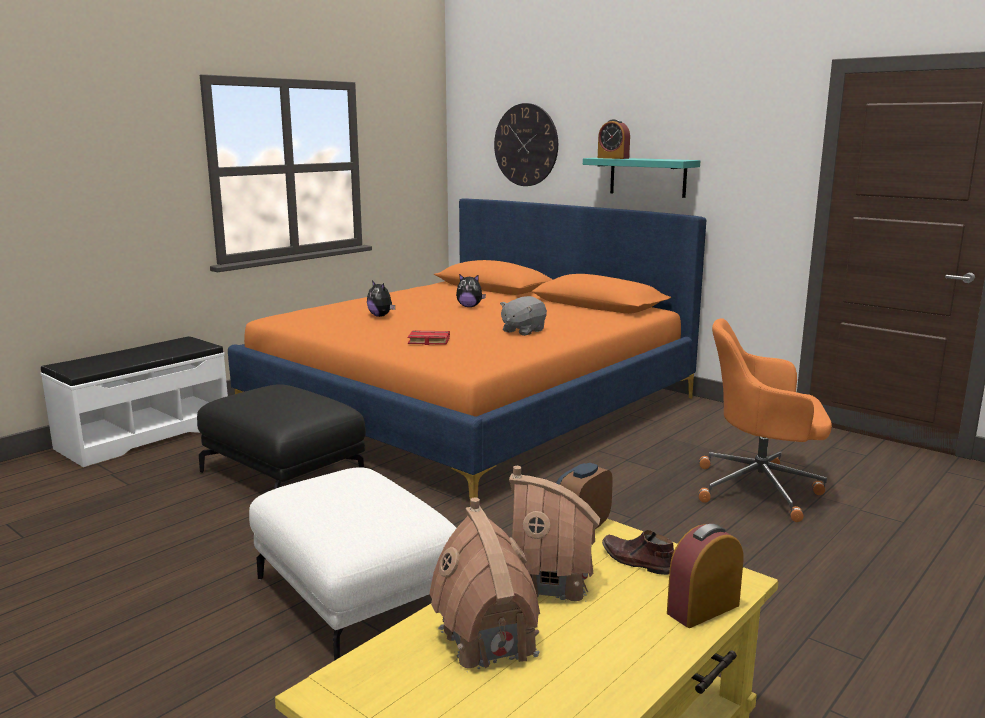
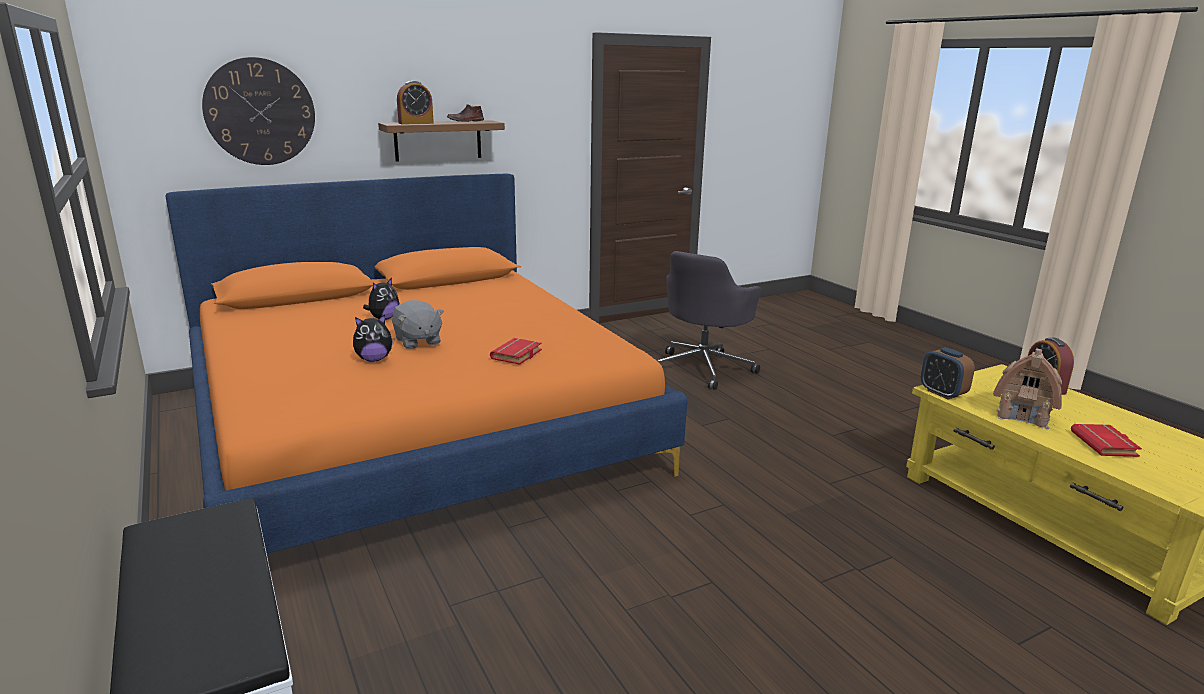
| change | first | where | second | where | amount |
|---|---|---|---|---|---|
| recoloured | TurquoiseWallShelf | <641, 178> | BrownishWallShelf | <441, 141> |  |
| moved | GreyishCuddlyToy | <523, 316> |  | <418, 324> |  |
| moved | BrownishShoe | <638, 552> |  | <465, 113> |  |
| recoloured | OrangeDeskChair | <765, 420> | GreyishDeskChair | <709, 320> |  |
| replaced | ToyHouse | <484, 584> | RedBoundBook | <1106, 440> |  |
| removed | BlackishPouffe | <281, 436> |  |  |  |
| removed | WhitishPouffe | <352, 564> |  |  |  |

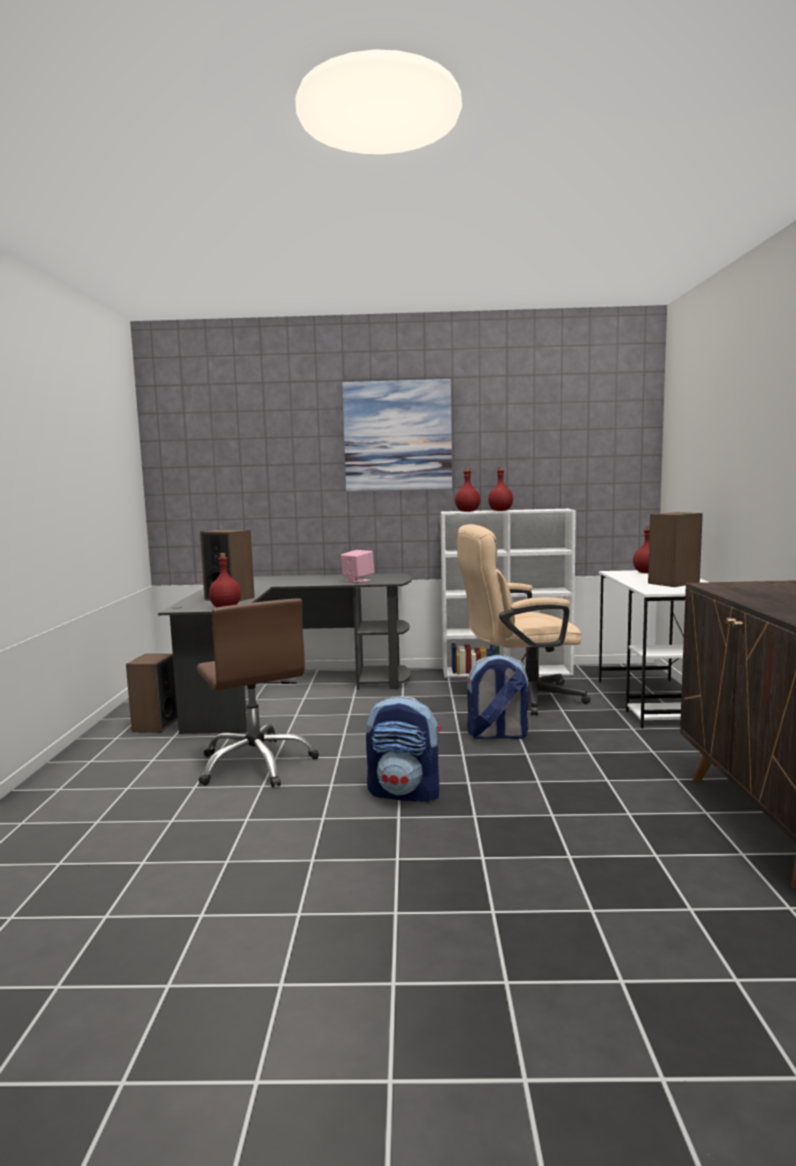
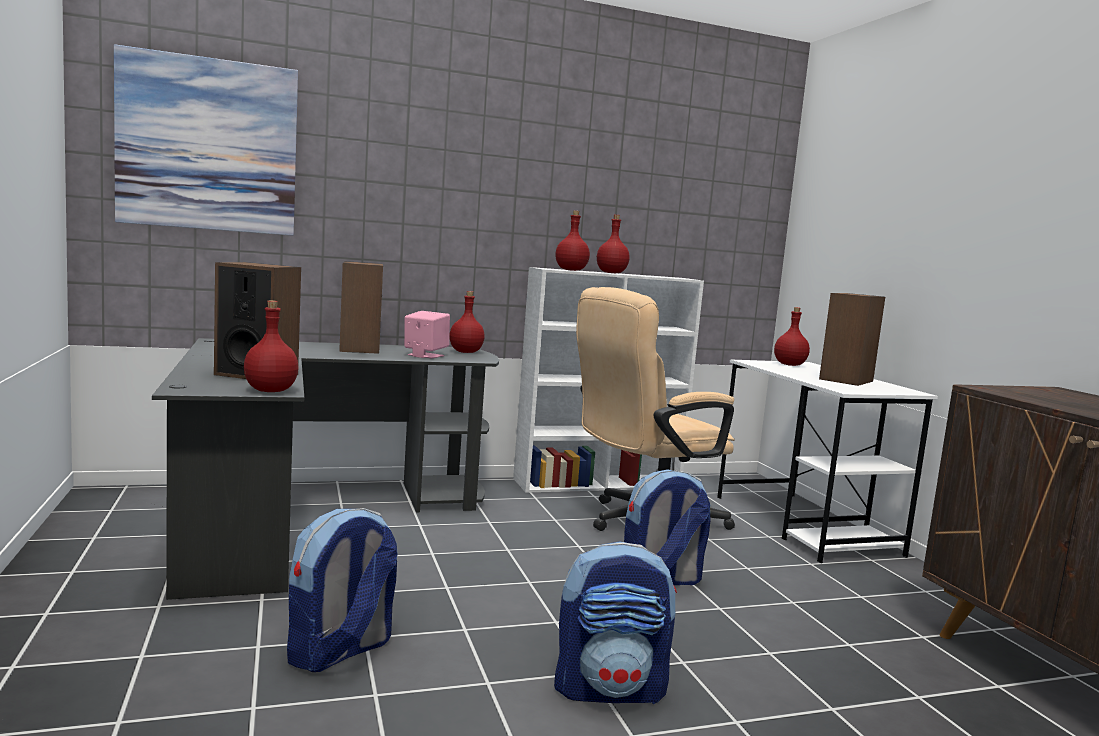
| change | first | where | second | where | amount |
|---|---|---|---|---|---|
| moved | Picture | <397, 435> |  | <206, 140> |  |
| replaced | BrownishDeskChair | <258, 692> | Backpack | <342, 590> |  |
| moved | Speaker | <152, 693> |  | <361, 307> |  |
| added |  |  | RedDrinkBottle | <467, 322> |  |

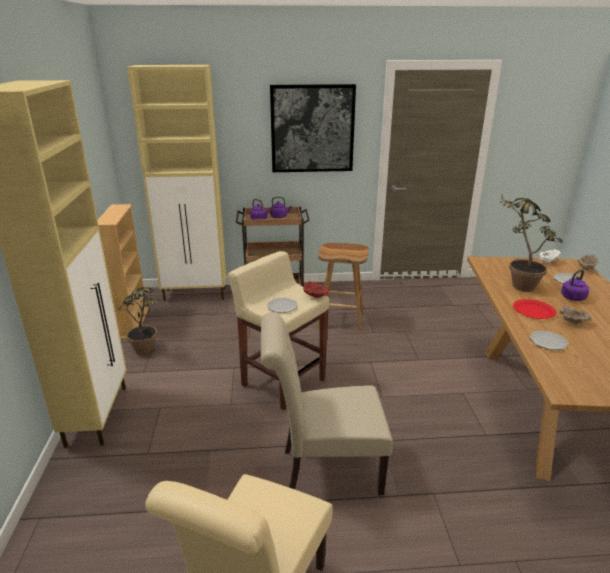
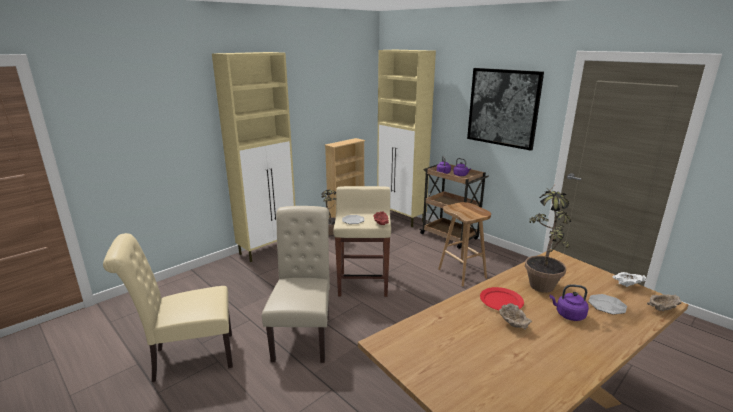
| change | first | where | second | where | amount |
|---|---|---|---|---|---|
| turned | BeigeChair | <327, 404> |  | <296, 284> | 45 degrees clockwise |
| removed | FlatDish | <549, 340> |  |  |  |

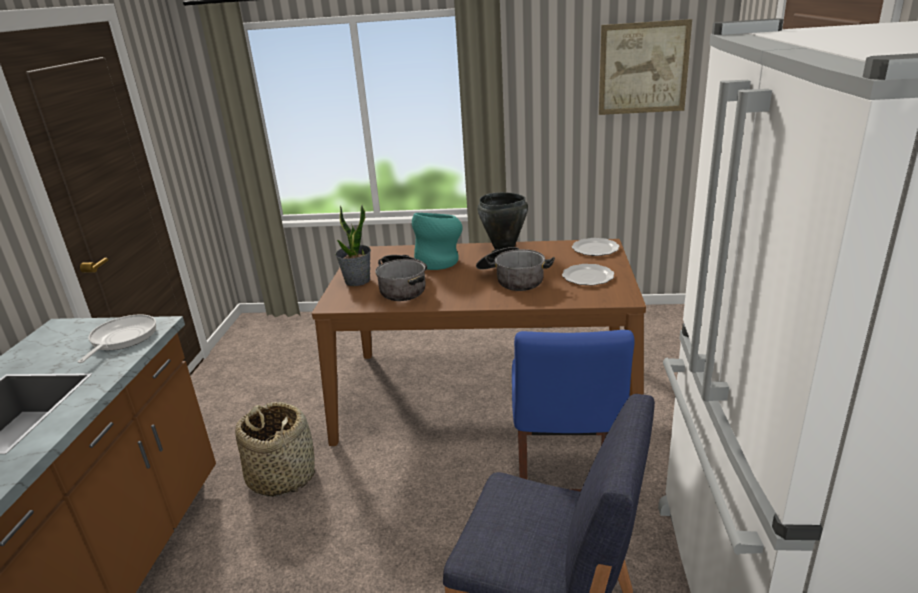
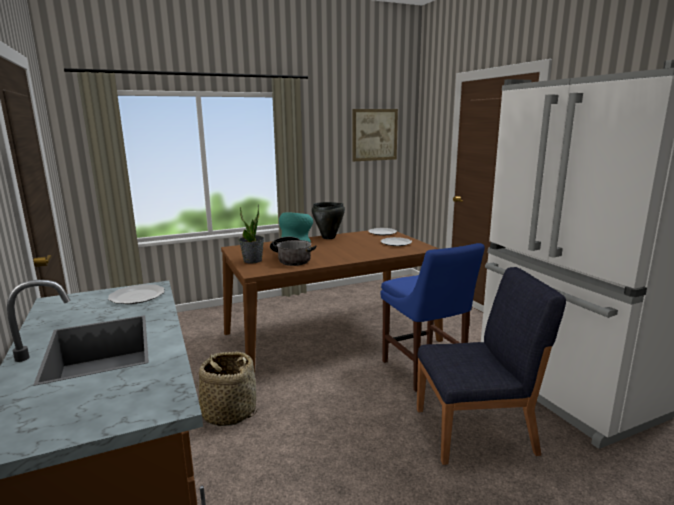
| change | first | where | second | where | amount |
|---|---|---|---|---|---|
| replaced | FryingPan | <117, 338> | FlatDish | <136, 294> |  |
| removed | Stockpot | <515, 269> |  |  |  |

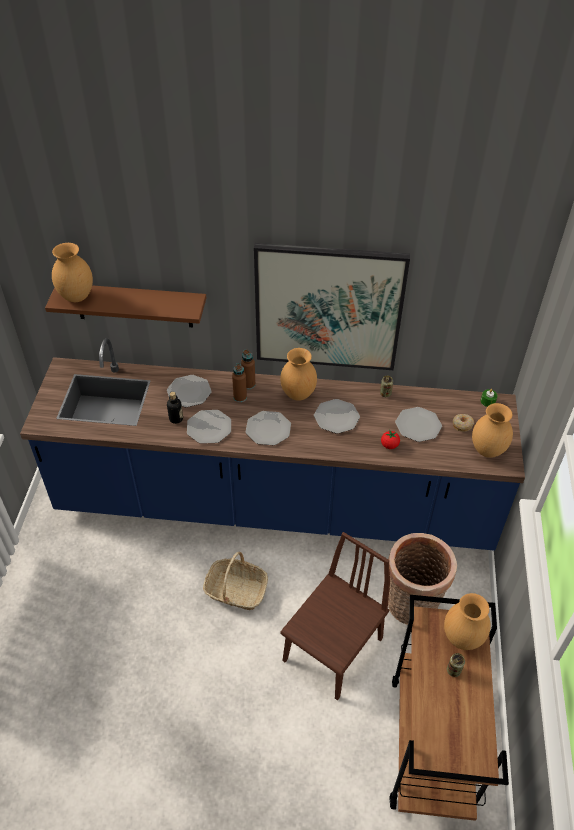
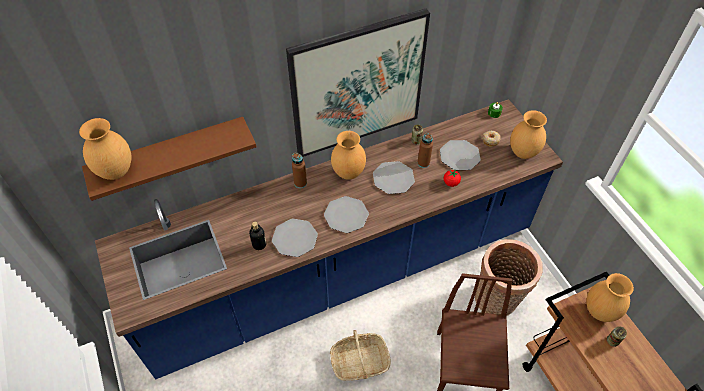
| change | first | where | second | where | amount |
|---|---|---|---|---|---|
| moved | BrownishDrinkBottle | <239, 382> |  | <425, 150> |  |
| removed | FlatDish | <189, 391> |  |  |  |

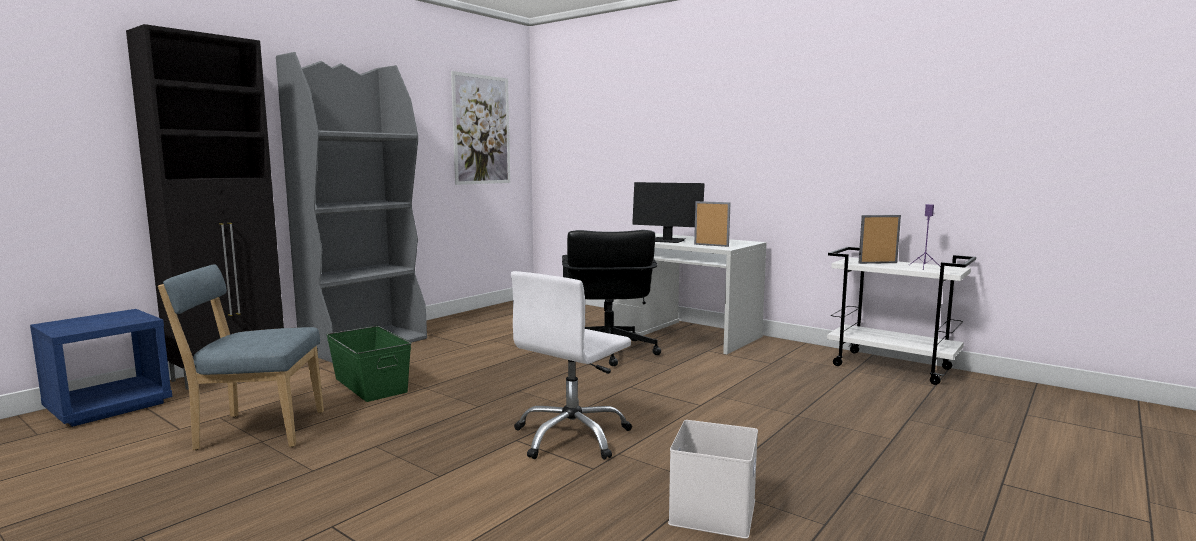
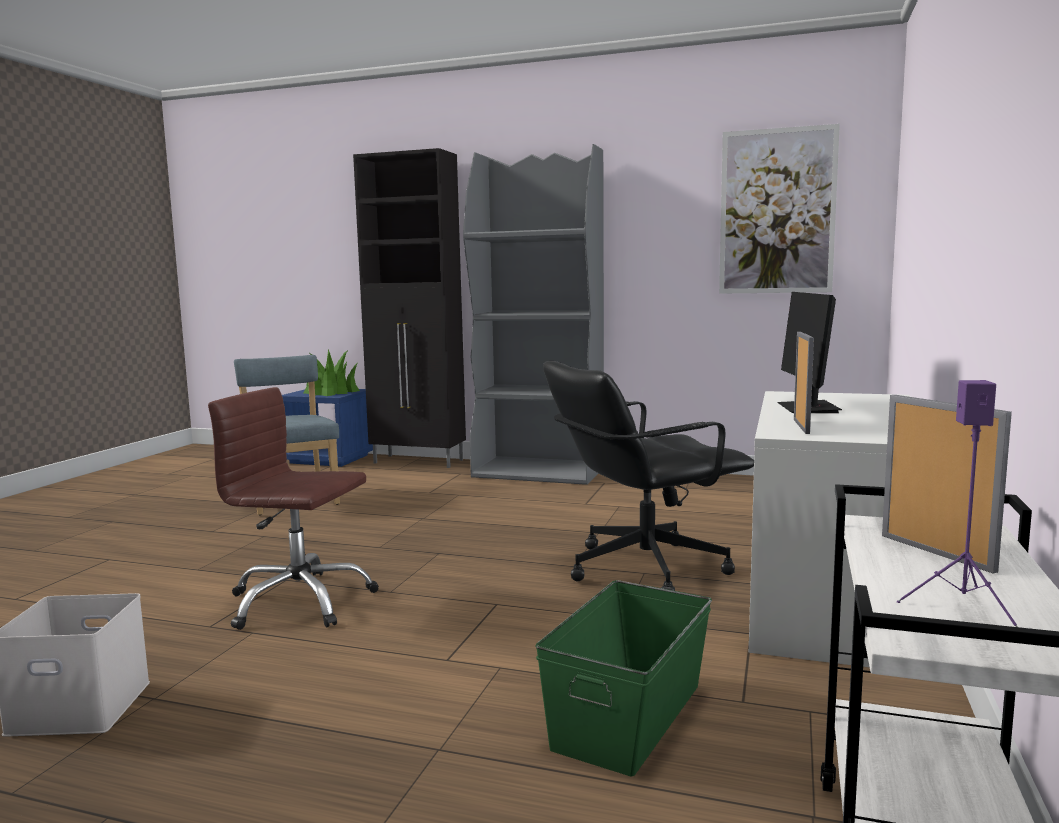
| change | first | where | second | where | amount |
|---|---|---|---|---|---|
| recoloured | WhitishDeskChair | <571, 365> | BrownishDeskChair | <293, 508> |  |
| added |  |  | PlantInAPot | <331, 372> |  |
| moved | GreenishStorageContainer | <368, 364> |  | <624, 678> |  |

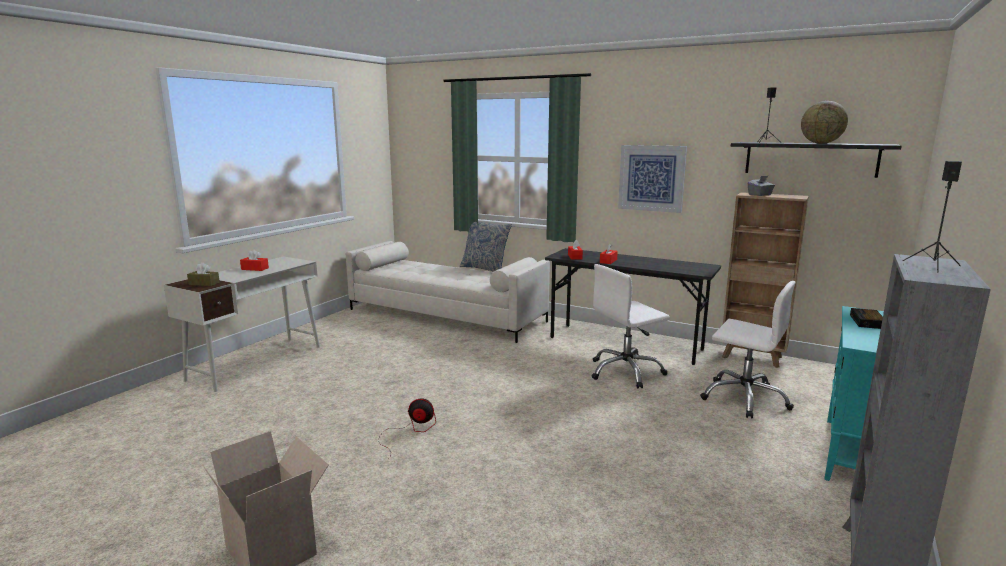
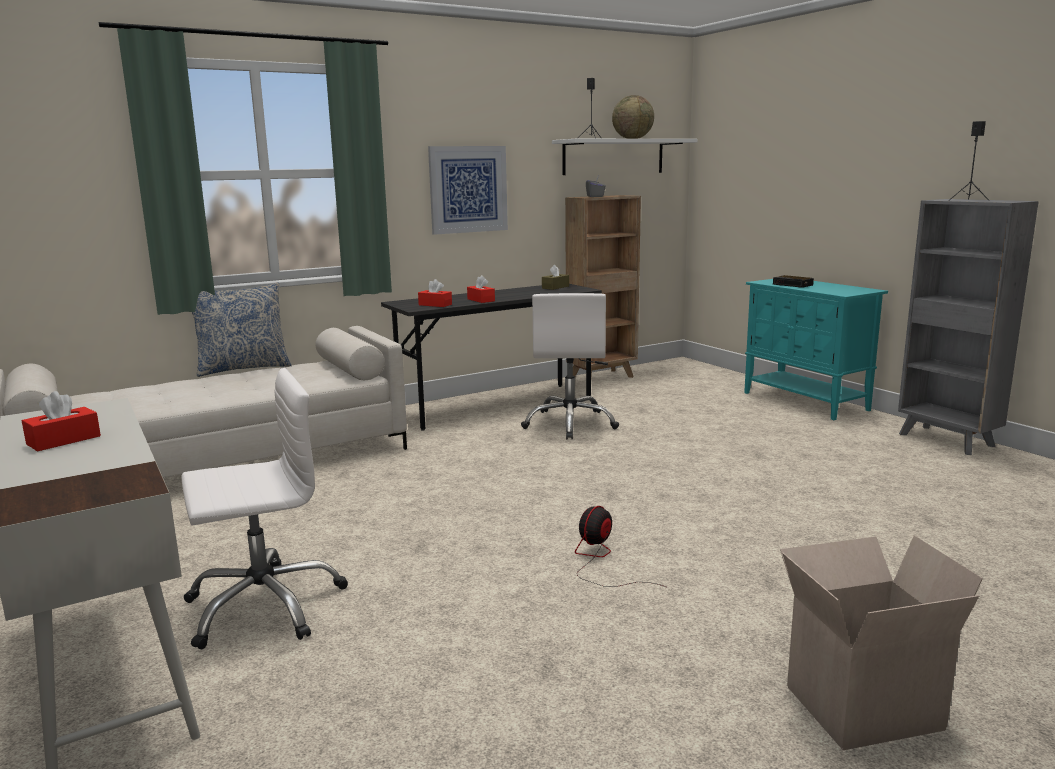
| change | first | where | second | where | amount |
|---|---|---|---|---|---|
| moved | WhitishDeskChair | <748, 349> |  | <264, 508> |  |
| moved | BrownishBoxOfTissues | <203, 274> |  | <555, 277> |  |
| recoloured | BlackishWallShelf | <816, 160> | WhitishWallShelf | <625, 157> |  |

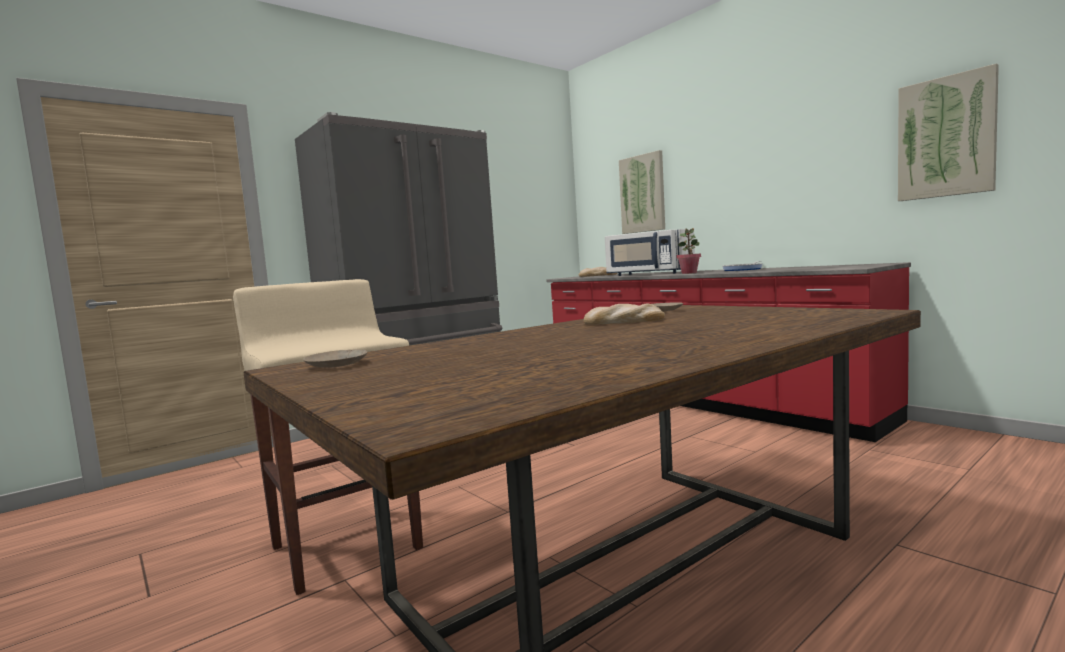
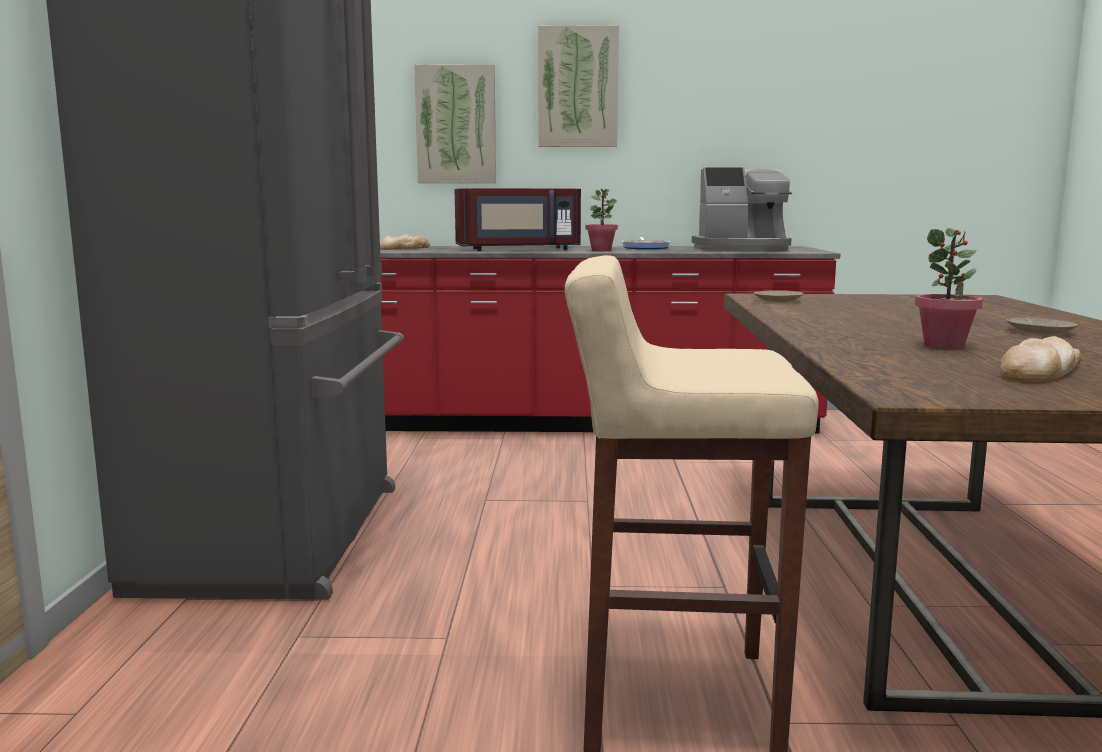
| change | first | where | second | where | amount |
|---|---|---|---|---|---|
| recoloured | WhitishKitchenMicrowave | <650, 252> | RedKitchenMicrowave | <518, 219> |  |
| moved | Picture | <948, 132> |  | <578, 86> |  |
| added |  |  | CoffeeBrewer | <742, 209> |  |
| added |  |  | PlantInAPot | <949, 288> |  |
| moved | BakeryBread | <624, 313> |  | <1040, 359> |  |
| moved | BeigeFlatDish | <335, 359> |  | <1042, 325> |  |

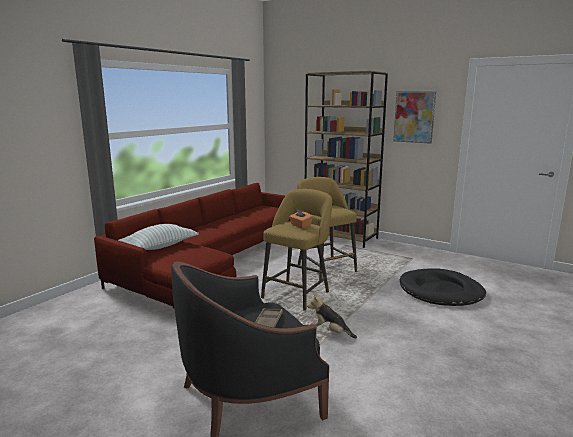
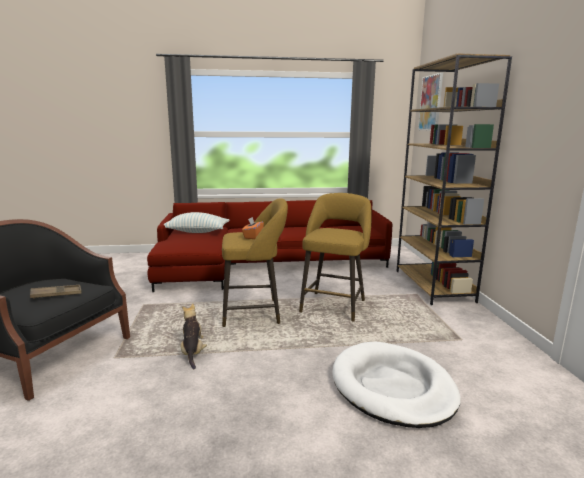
| change | first | where | second | where | amount |
|---|---|---|---|---|---|
| recoloured | BlackishDogCushion | <443, 287> | WhitishDogCushion | <396, 384> |  |
| moved | Picture | <414, 117> |  | <430, 102> |  |

